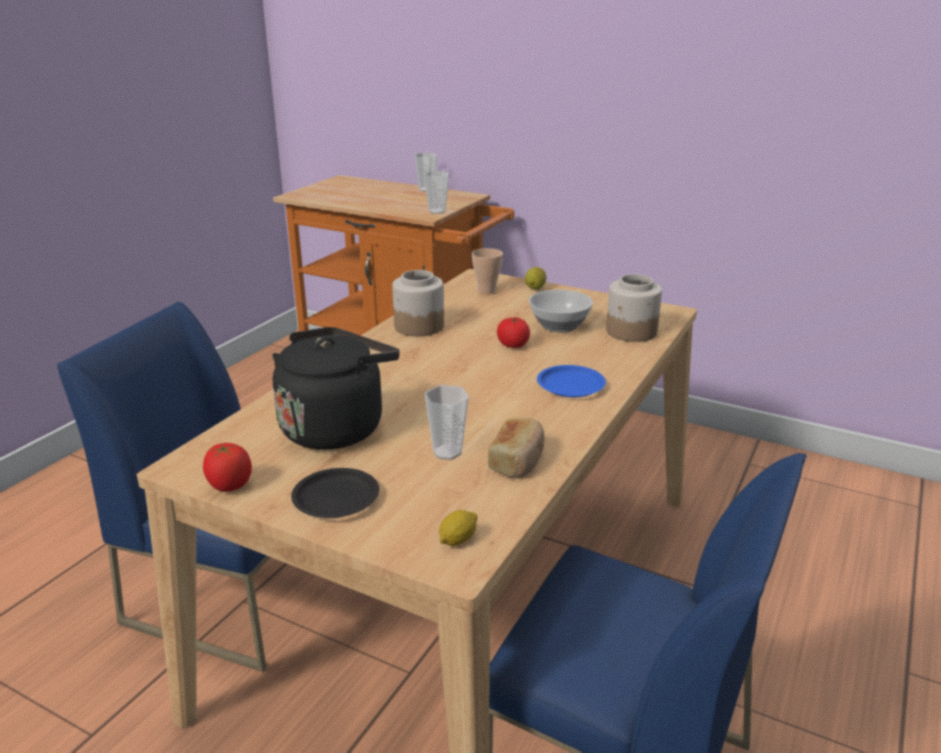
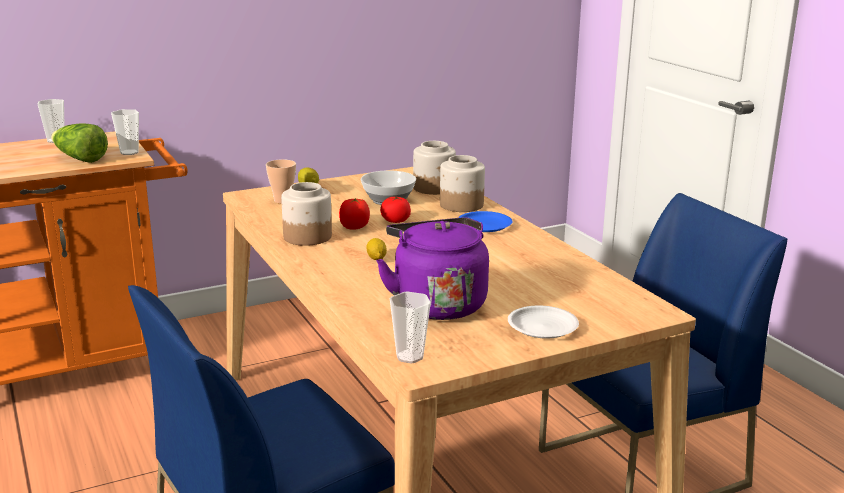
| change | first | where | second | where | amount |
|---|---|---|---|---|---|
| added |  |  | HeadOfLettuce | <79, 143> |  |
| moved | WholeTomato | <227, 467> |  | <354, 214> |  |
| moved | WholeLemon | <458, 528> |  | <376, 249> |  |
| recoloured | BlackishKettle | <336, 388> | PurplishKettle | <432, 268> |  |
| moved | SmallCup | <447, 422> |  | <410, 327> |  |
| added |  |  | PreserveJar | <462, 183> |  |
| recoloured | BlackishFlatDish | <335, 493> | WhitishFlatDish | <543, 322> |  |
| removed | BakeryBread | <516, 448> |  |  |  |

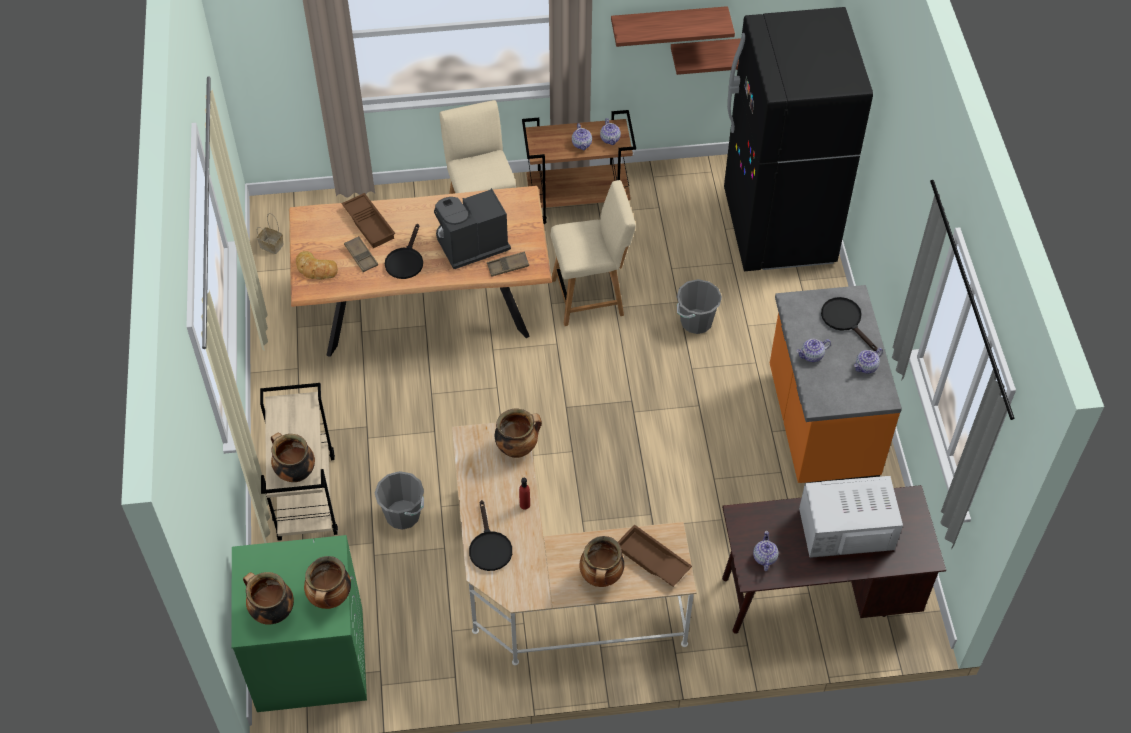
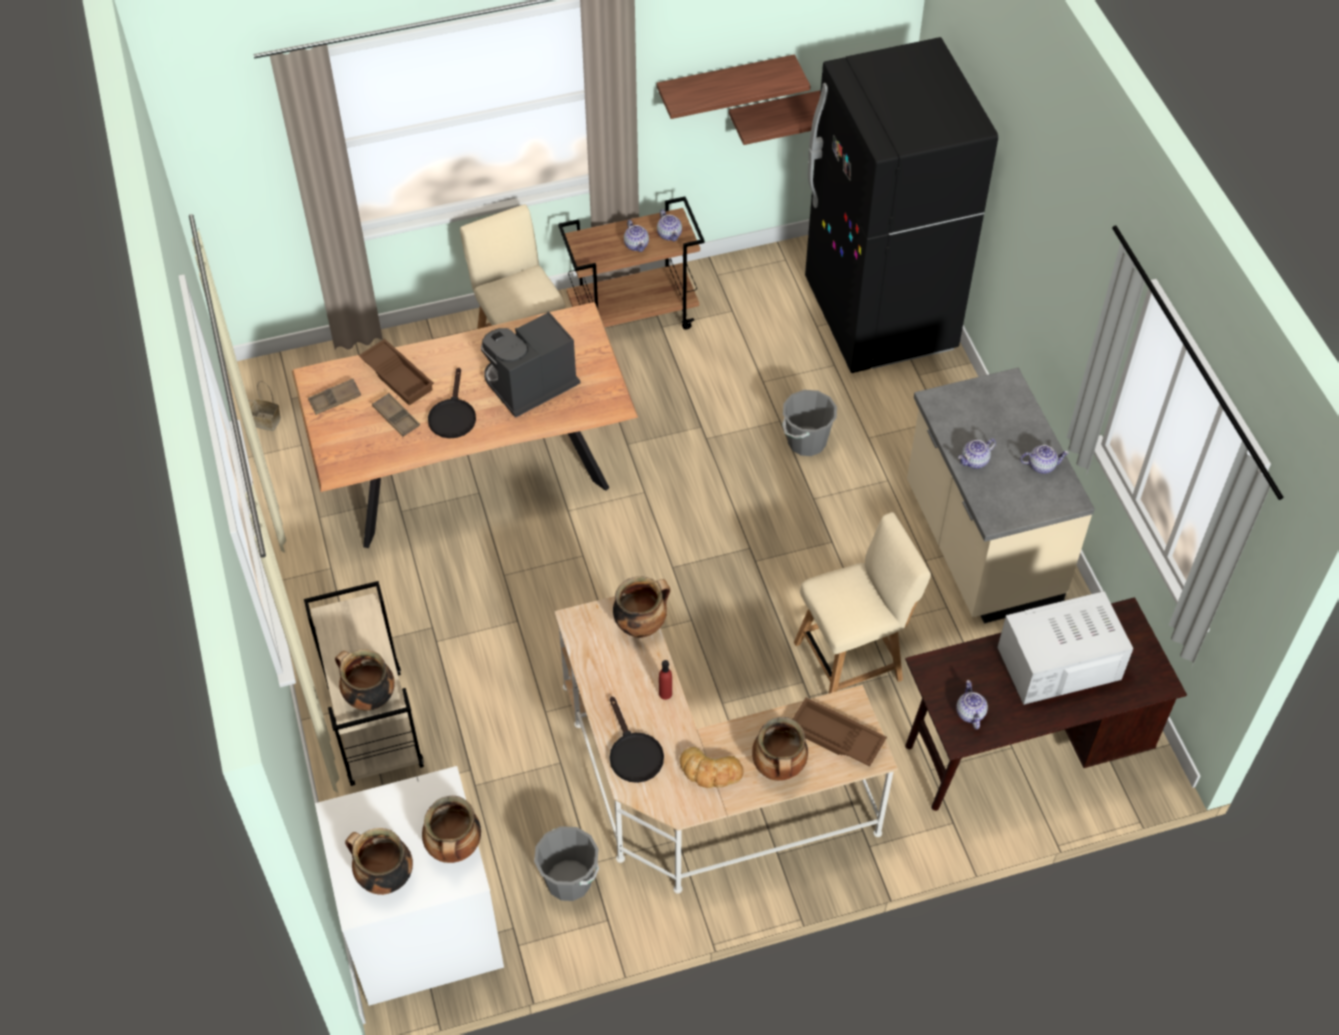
| change | first | where | second | where | amount |
|---|---|---|---|---|---|
| moved | BrownishTray | <508, 264> |  | <334, 397> |  |
| recoloured | GreenishWashingMachine | <299, 623> | WhitishWashingMachine | <409, 886> |  |
| moved | GreyishPail | <399, 500> |  | <566, 863> |  |
| moved | BakeryBread | <317, 265> |  | <711, 767> |  |
| moved | BeigeChair | <593, 253> |  | <862, 603> |  |
| recoloured | OrangeCounter | <836, 384> | BeigeCounter | <1001, 495> |  |
| turned | TeaPot | <868, 361> |  | <1044, 459> | 135 degrees counterclockwise |
| removed | BlackishFryingPan | <849, 324> |  |  |  |

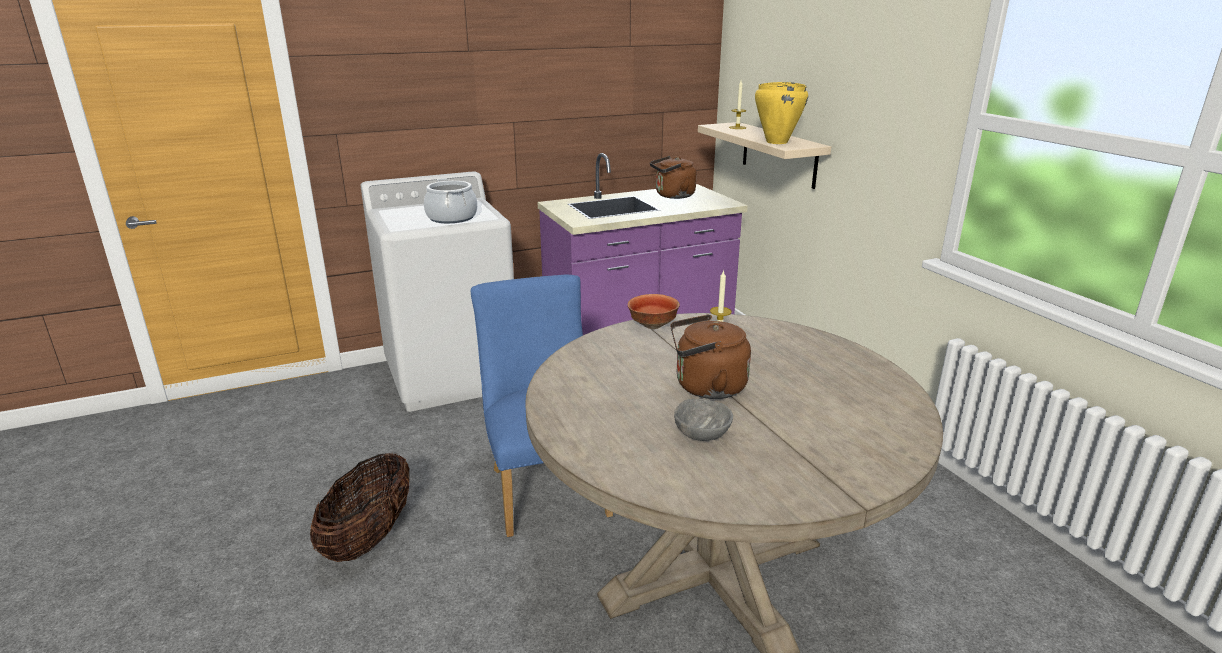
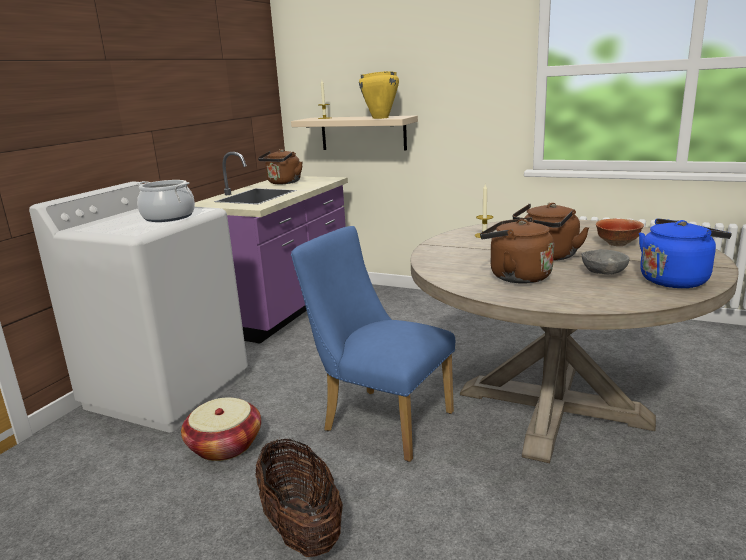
| change | first | where | second | where | amount |
|---|---|---|---|---|---|
| added |  |  | Basket | <221, 429> |  |
| added |  |  | BrownishKettle | <517, 250> |  |
| moved | ServingBowl | <654, 311> |  | <620, 232> |  |
| added |  |  | BluishKettle | <685, 253> |  |

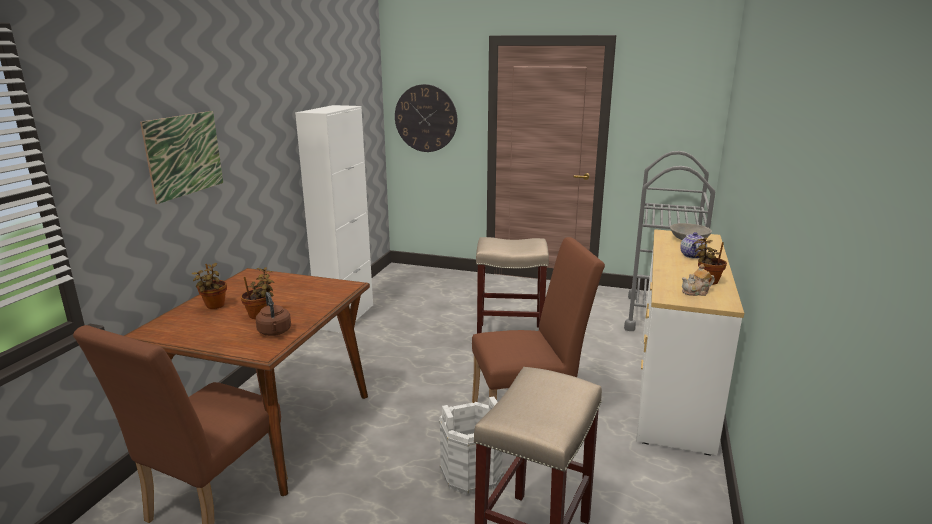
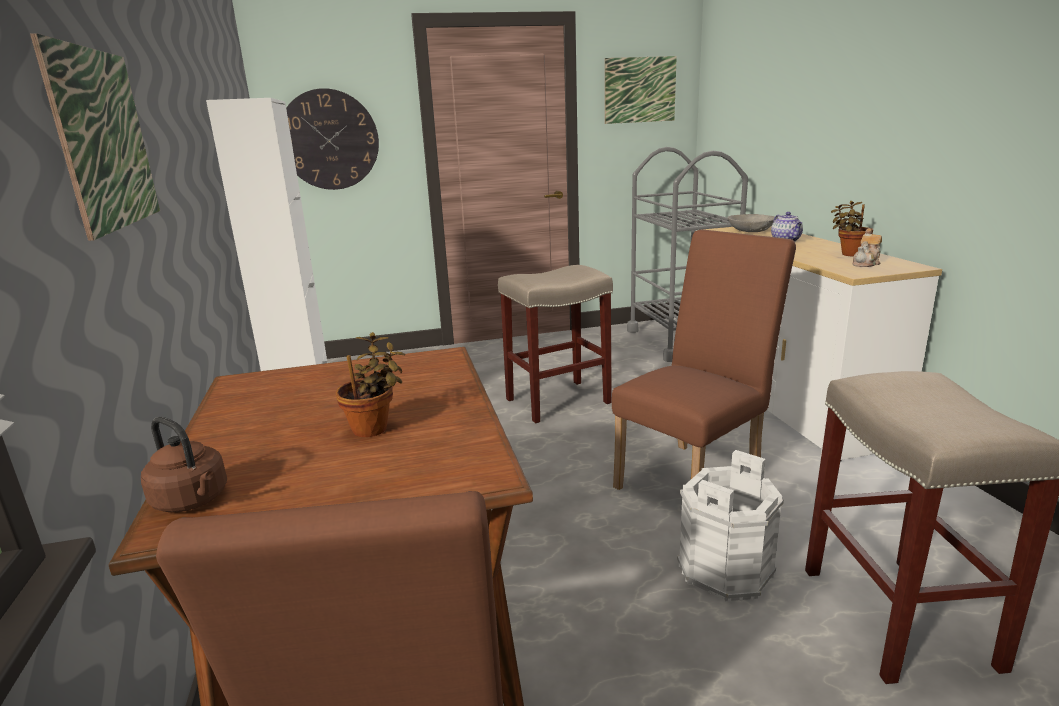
| change | first | where | second | where | amount |
|---|---|---|---|---|---|
| moved | BrownishKettle | <273, 314> |  | <184, 464> |  |
| added |  |  | Picture | <641, 90> |  |
| removed | PlantInAPot | <209, 286> |  |  |  |

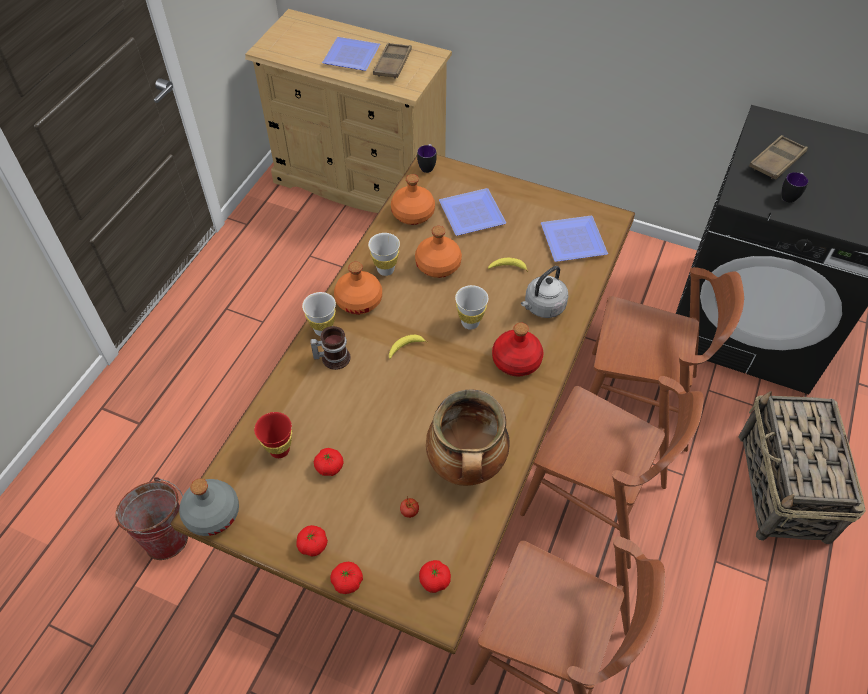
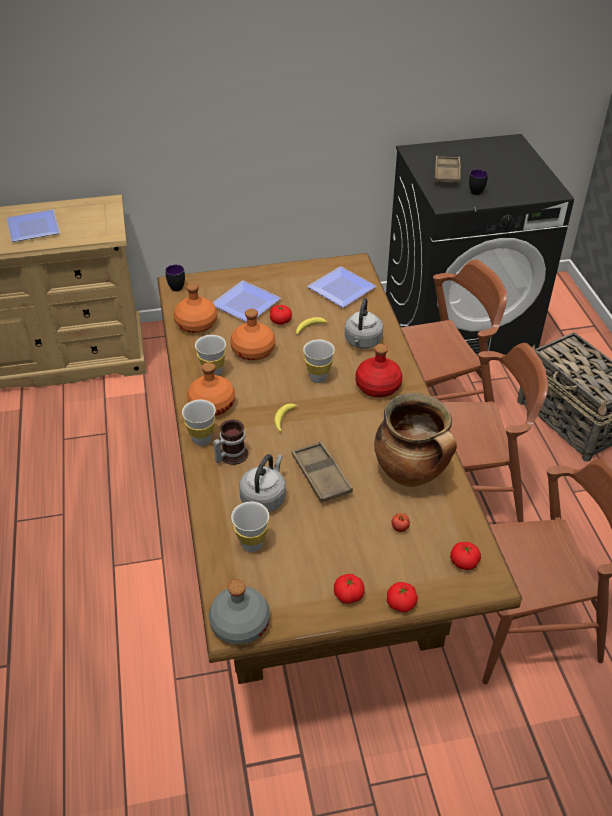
| change | first | where | second | where | amount |
|---|---|---|---|---|---|
| recoloured | RedSmallCup | <273, 435> | WhitishSmallCup | <250, 527> |  |
| added |  |  | GreyishKettle | <262, 483> |  |
| moved | WholeTomato | <329, 462> |  | <281, 315> |  |
| moved | BrownishTray | <392, 61> |  | <322, 472> |  |
| removed | Pail | <151, 518> |  |  |  |

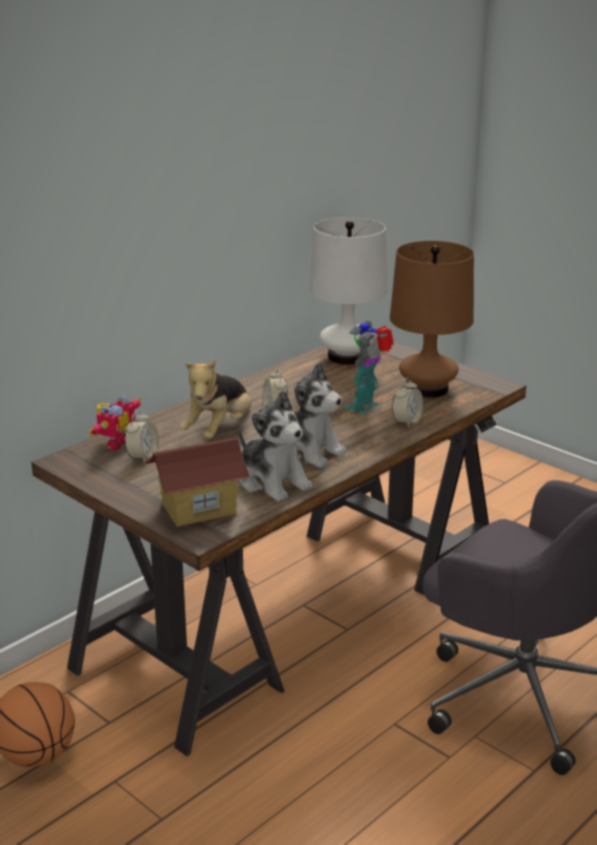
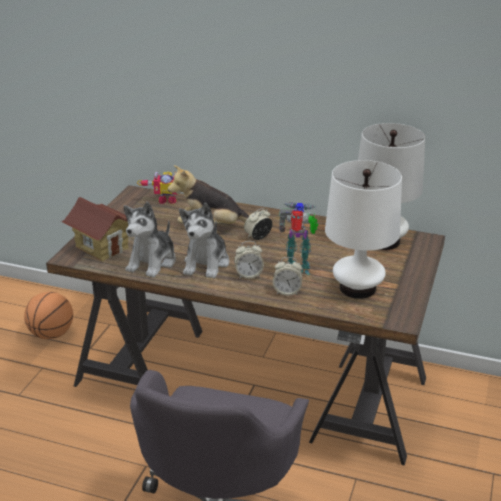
| change | first | where | second | where | amount |
|---|---|---|---|---|---|
| moved | BedsideClock | <142, 436> |  | <249, 260> |  |
| recoloured | BrownishTableLamp | <432, 319> | WhitishTableLamp | <363, 229> |  |

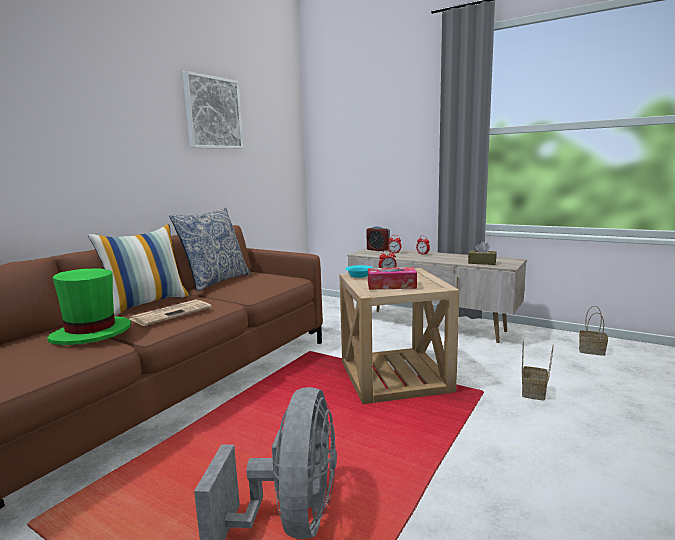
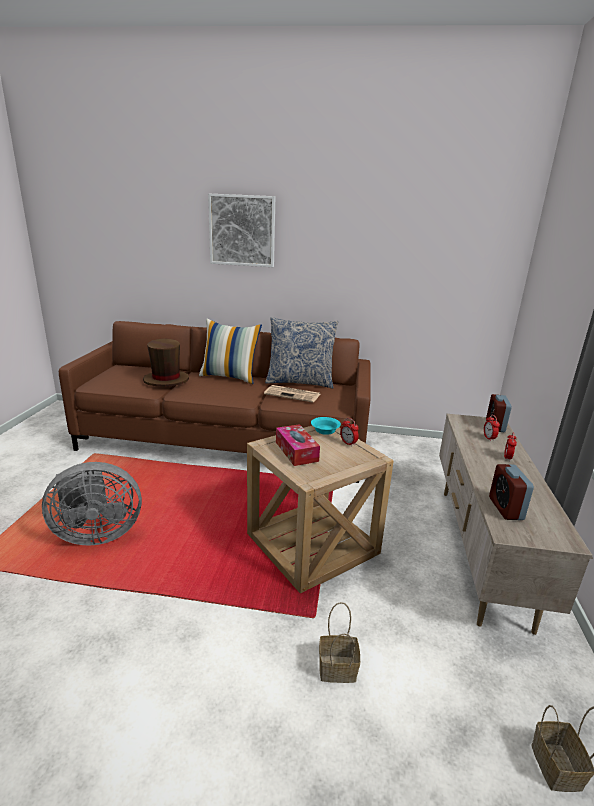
| change | first | where | second | where | amount |
|---|---|---|---|---|---|
| recoloured | GreenishHat | <89, 306> | BrownishHat | <166, 362> |  |
| moved | Picture | <213, 110> |  | <241, 230> |  |
| moved | Newspaper | <171, 313> |  | <292, 393> |  |
| replaced | BrownishBoxOfTissues | <482, 253> | BedsideClock | <511, 492> |  |

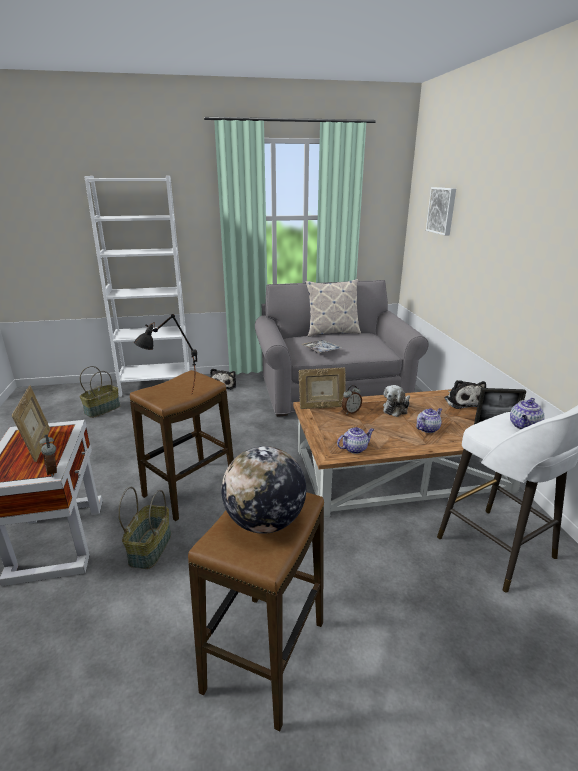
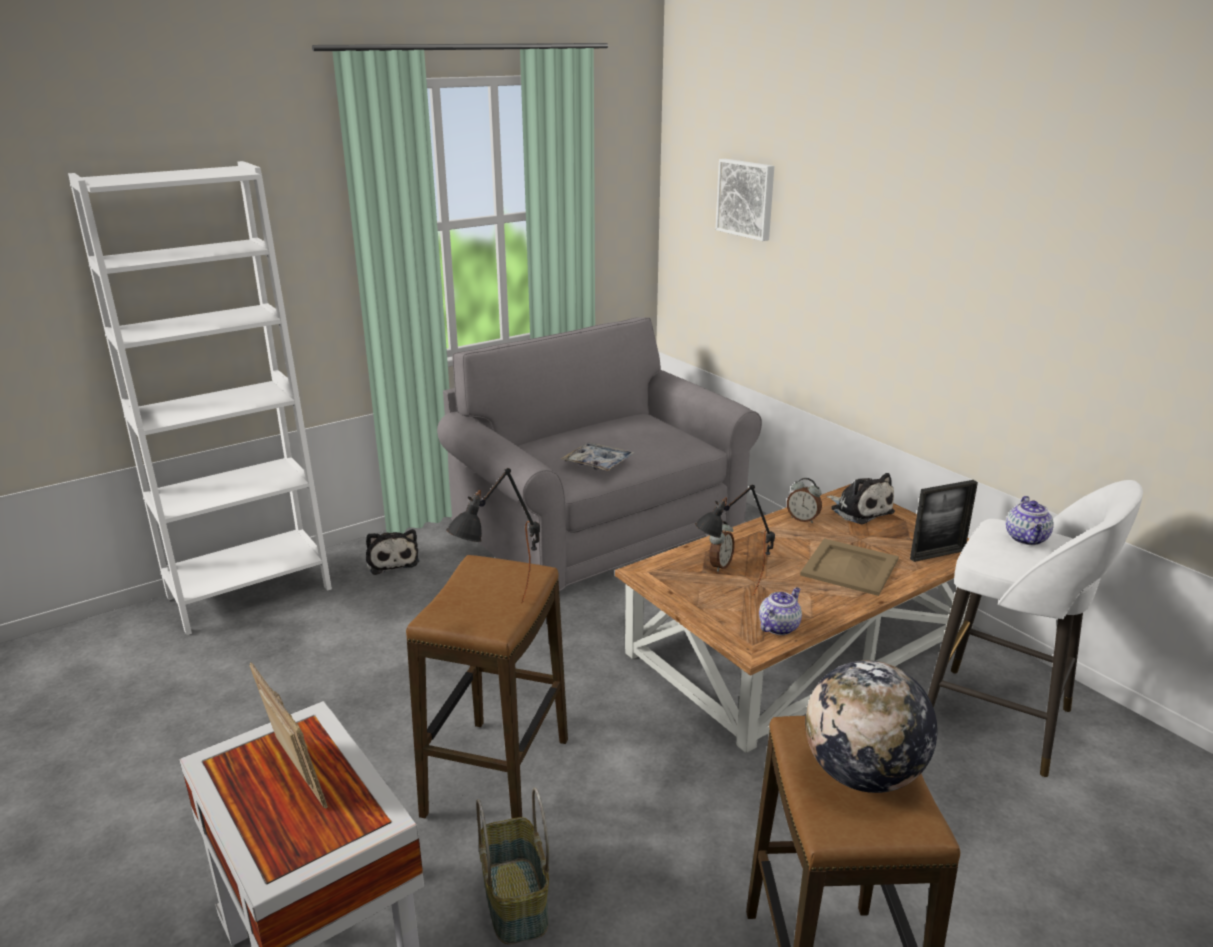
| change | first | where | second | where | amount |
|---|---|---|---|---|---|
| added |  |  | BlackishTableLamp | <735, 539> |  |
| moved | BedsideClock | <48, 455> |  | <804, 500> |  |
| replaced | TeaPot | <429, 420> | BeigeTray | <849, 567> |  |
| removed | Basket | <100, 392> |  |  |  |
| removed | PhotoFrame | <322, 388> |  |  |  |
| removed | ThrowPillow | <333, 308> |  |  |  |
| removed | CuddlyToy | <396, 401> |  |  |  |

